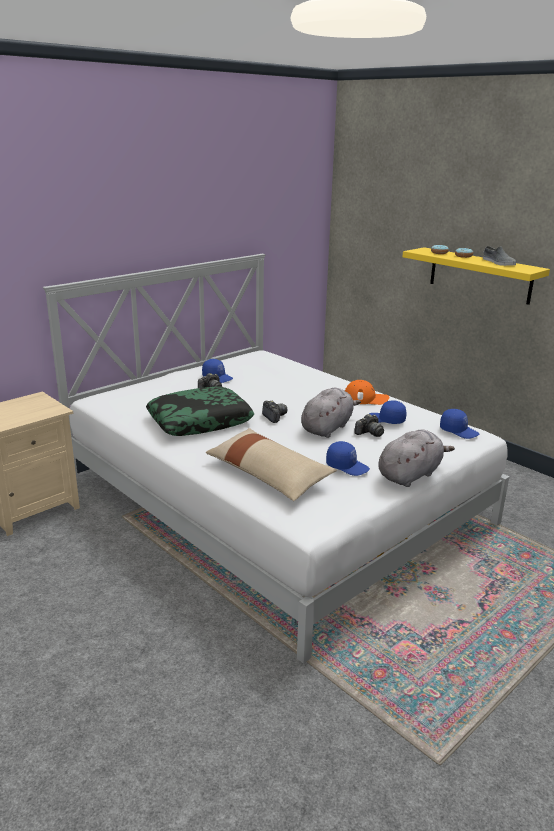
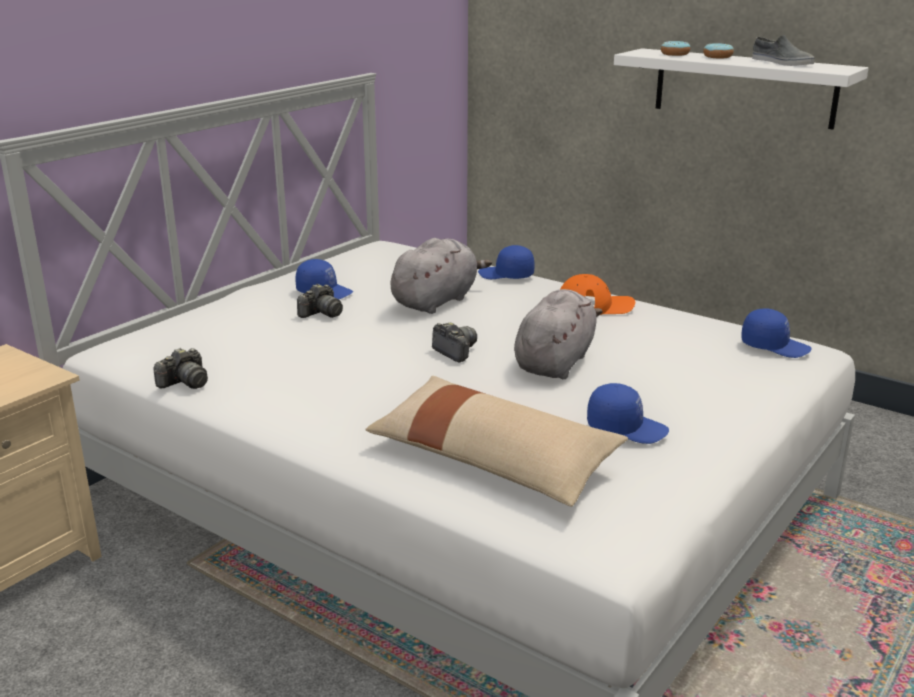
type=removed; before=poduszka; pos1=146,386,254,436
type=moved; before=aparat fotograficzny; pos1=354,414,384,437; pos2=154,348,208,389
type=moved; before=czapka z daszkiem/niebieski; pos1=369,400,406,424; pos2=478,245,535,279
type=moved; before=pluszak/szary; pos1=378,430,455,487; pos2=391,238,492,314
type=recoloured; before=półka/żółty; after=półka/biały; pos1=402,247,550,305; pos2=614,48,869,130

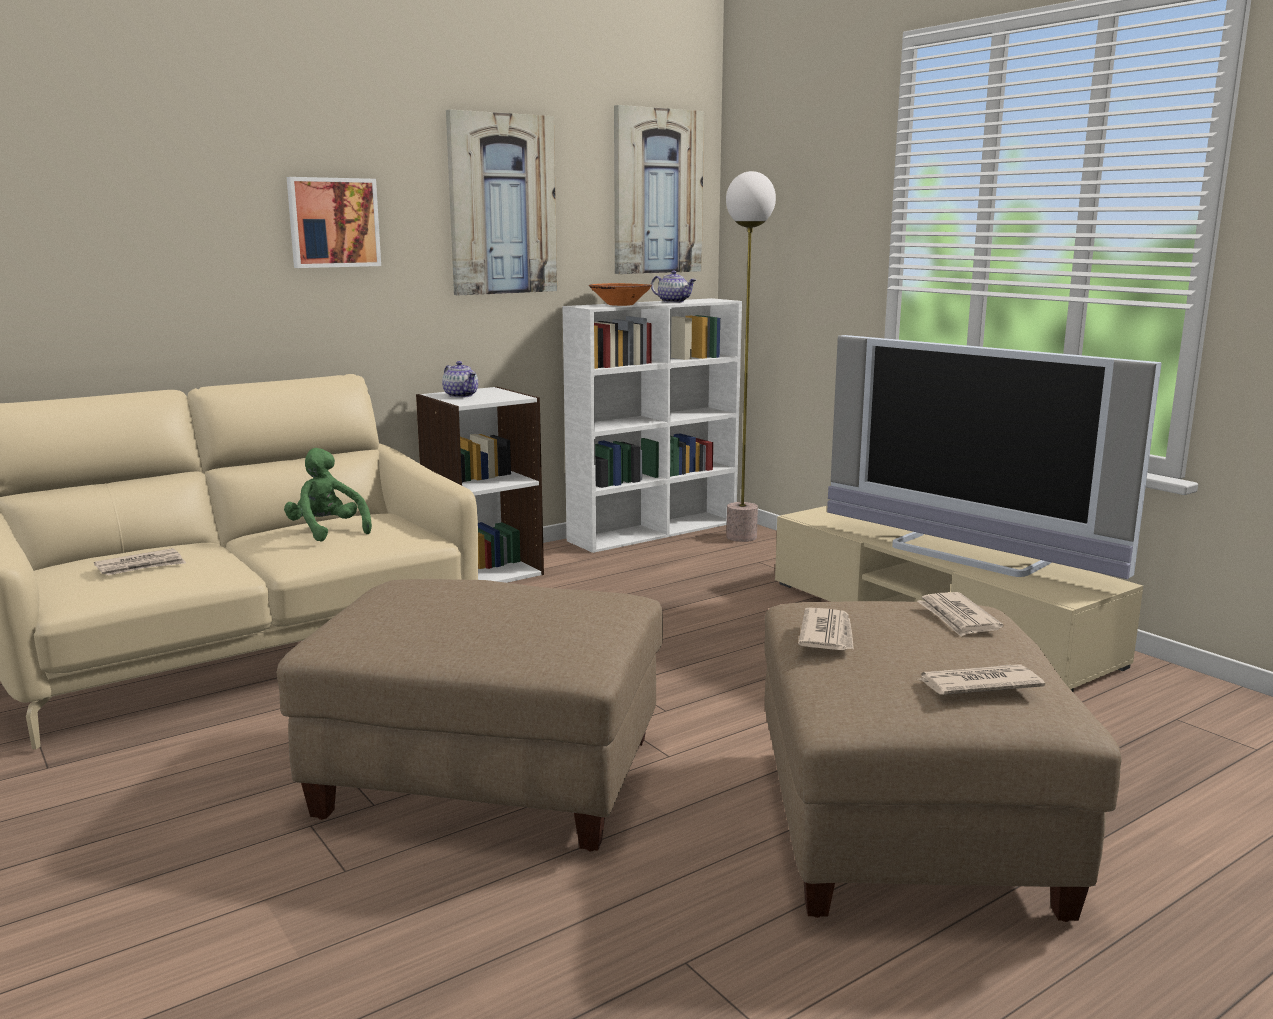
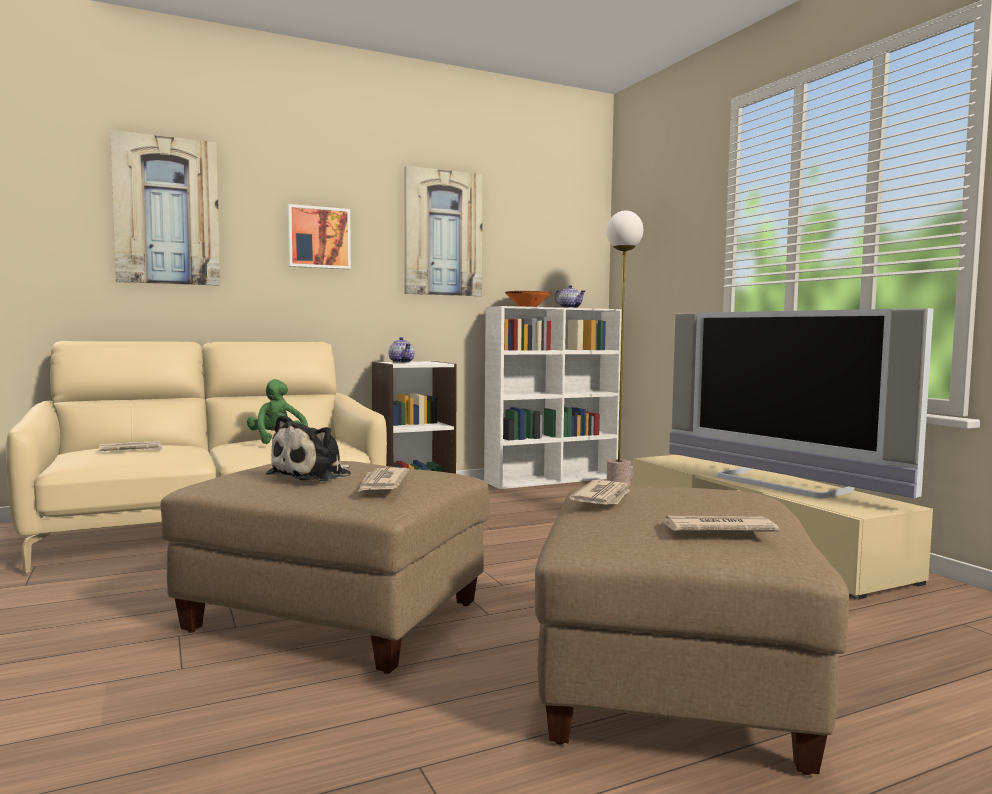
type=added; after=pluszak; pos2=266,415,351,481
type=moved; before=obraz; pos1=614,105,704,274; pos2=110,130,220,286
type=moved; before=gazeta; pos1=917,592,1003,637; pos2=358,467,409,492

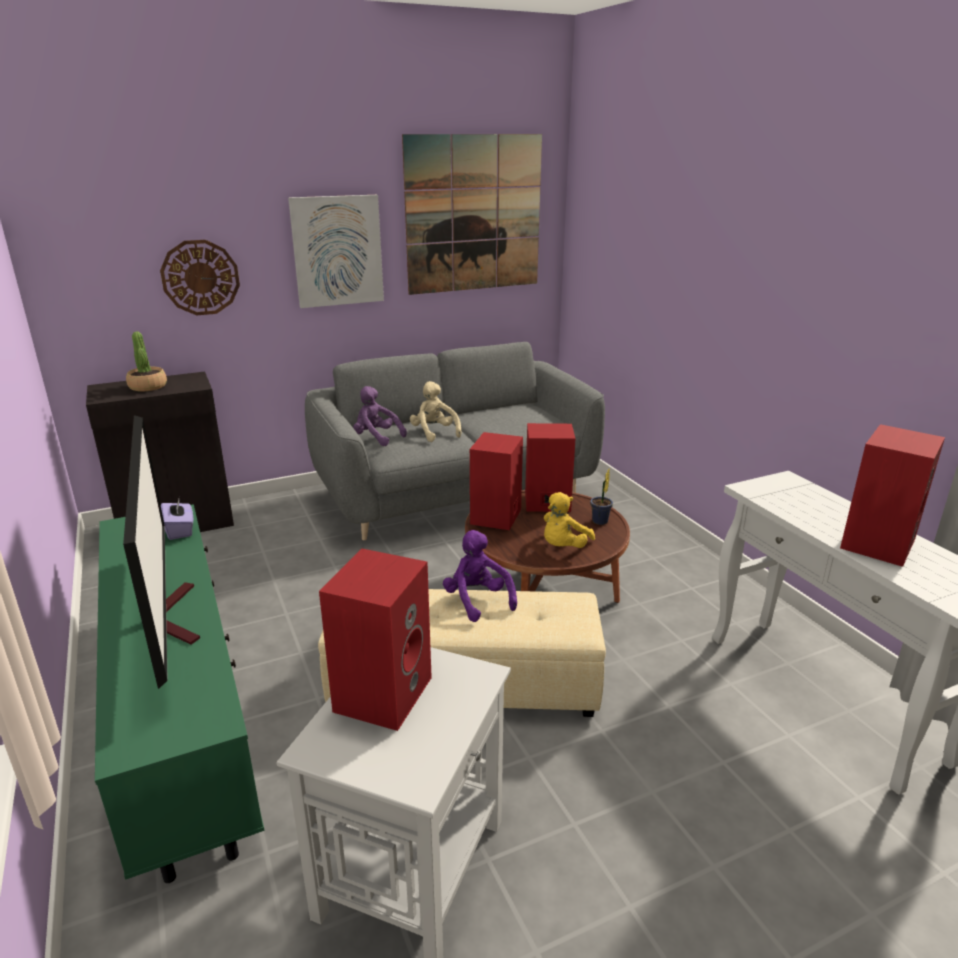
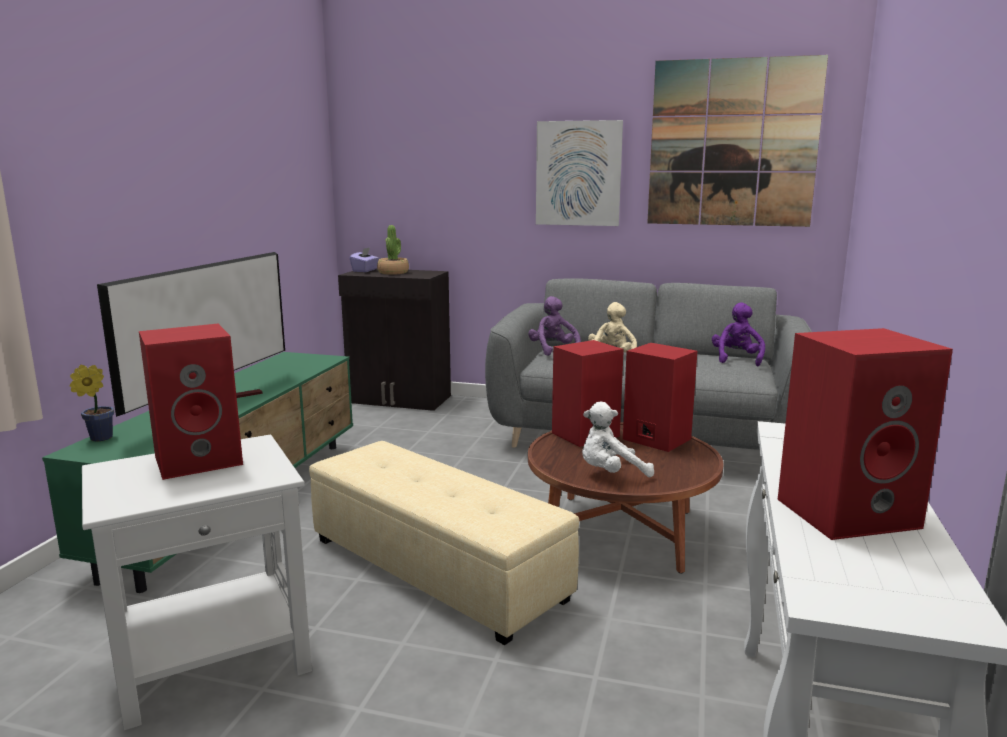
type=removed; before=zegar ścienny; pos1=160,240,240,315
type=moved; before=pudełko chusteczek/fioletowy; pos1=161,499,193,540; pos2=350,247,379,272
type=moved; before=pluszak/fioletowy; pos1=443,530,517,622; pos2=712,302,765,366
type=moved; before=roślina doniczkowa; pos1=590,468,613,525; pos2=70,365,114,441
type=recoloured; before=pluszak/żółty; after=pluszak/biały; pos1=544,492,595,548; pos2=582,401,654,477

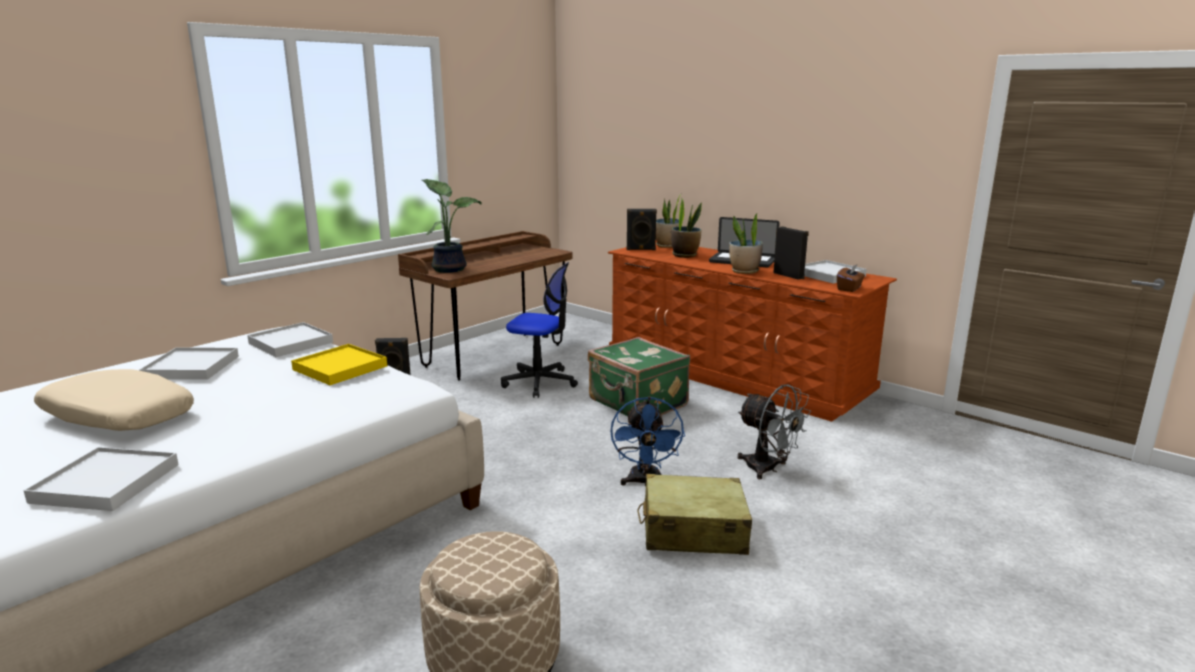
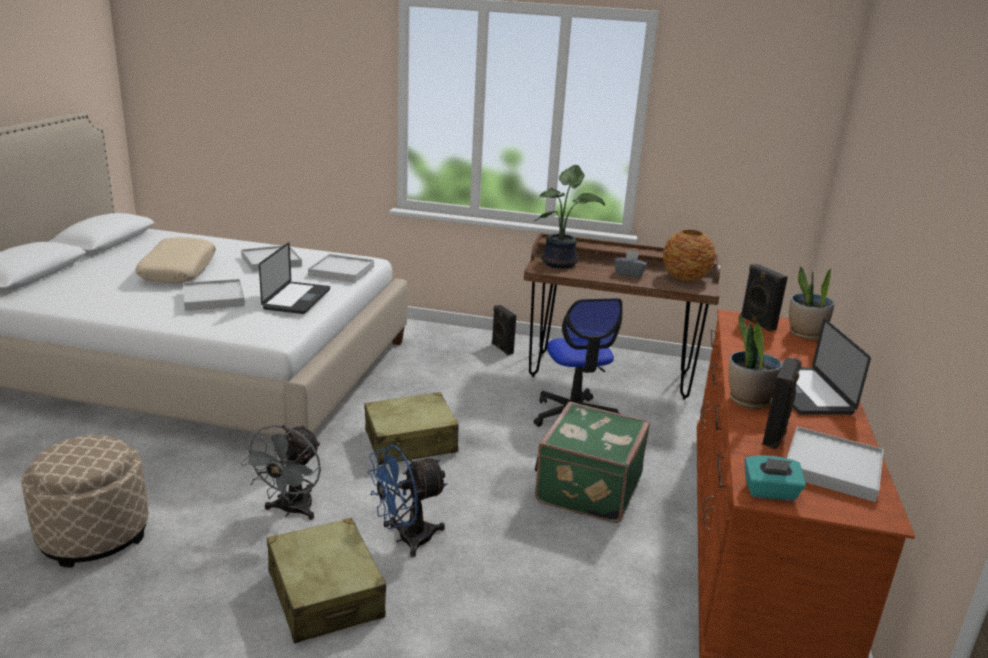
type=removed; before=roślina doniczkowa; pos1=671,199,702,258
type=added; after=walizka/beżowy; pos2=364,392,459,465
type=added; after=pudełko chusteczek/szary; pos2=614,250,647,278
type=added; after=wazon; pos2=663,229,716,281
type=moved; before=taca/biały; pos1=23,447,179,511; pos2=183,279,245,311
type=moved; before=wentylator/szary; pos1=738,385,811,479; pos2=241,425,321,520
type=replaced; before=taca/żółty; after=laptop; pos1=291,344,387,385; pos2=259,242,330,314
type=recoloured; before=pudełko chusteczek/brązowy; after=pudełko chusteczek/turkusowy; pos1=837,264,865,292; pos2=744,456,806,501

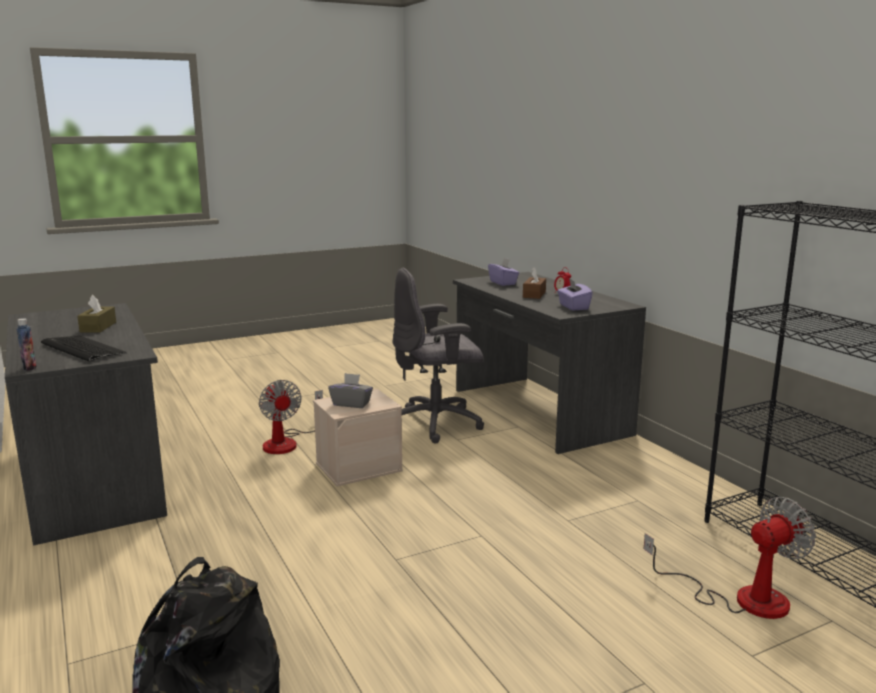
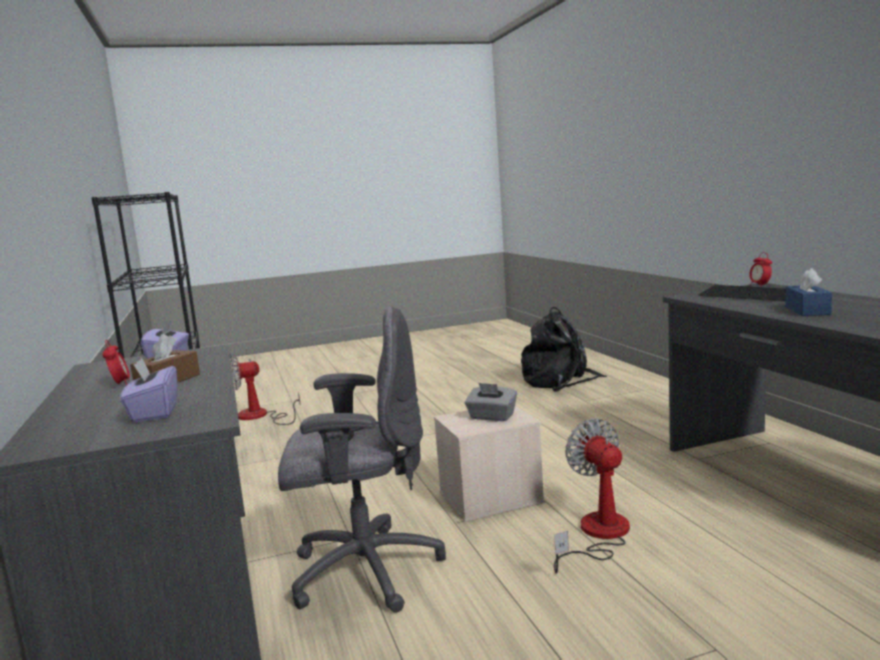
type=replaced; before=butelka; after=budzik; pos1=17,318,37,371; pos2=750,253,772,287
type=recoloured; before=pudełko chusteczek/brązowy; after=pudełko chusteczek/niebieski; pos1=77,295,116,332; pos2=785,268,832,316

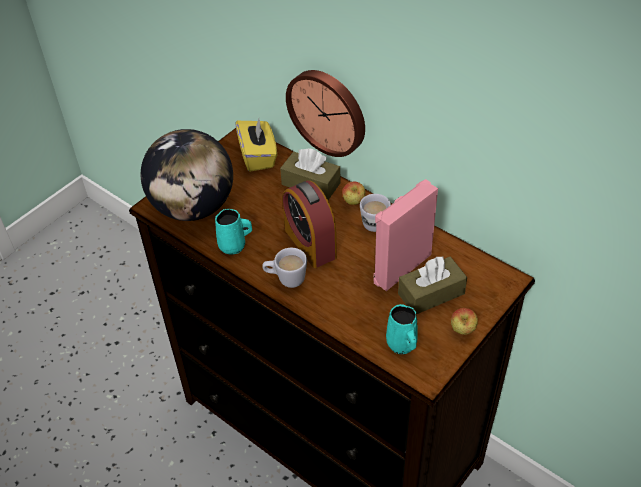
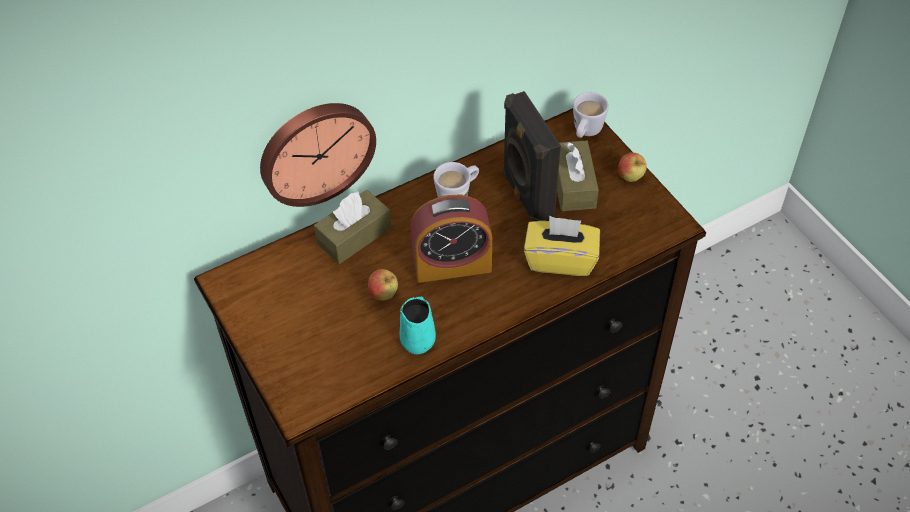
type=removed; before=globus; pos1=141,129,233,221
type=removed; before=kubek/turkusowy; pos1=386,304,418,354
type=moved; before=pudełko chusteczek/żółty; pos1=235,119,277,172; pos2=524,216,600,276
type=moved; before=kubek/biały; pos1=262,248,307,288; pos2=573,92,609,138
type=moved; before=jabłko; pos1=342,182,366,205; pos2=368,269,398,301
type=recoloured; before=głośnik/różowy; after=głośnik/czarny; pos1=374,179,438,291; pos2=502,91,561,221

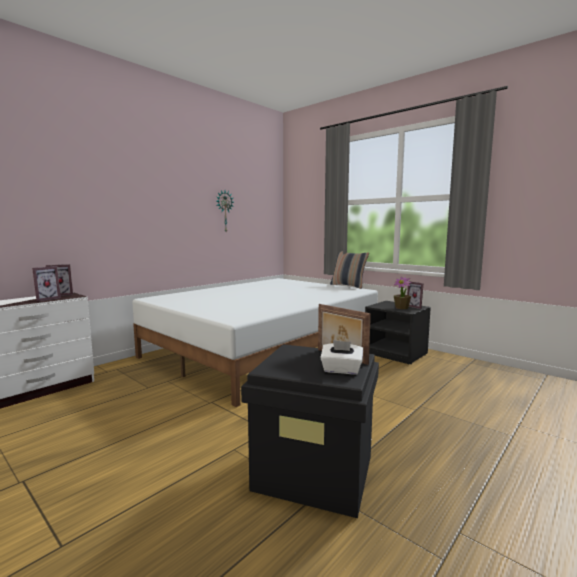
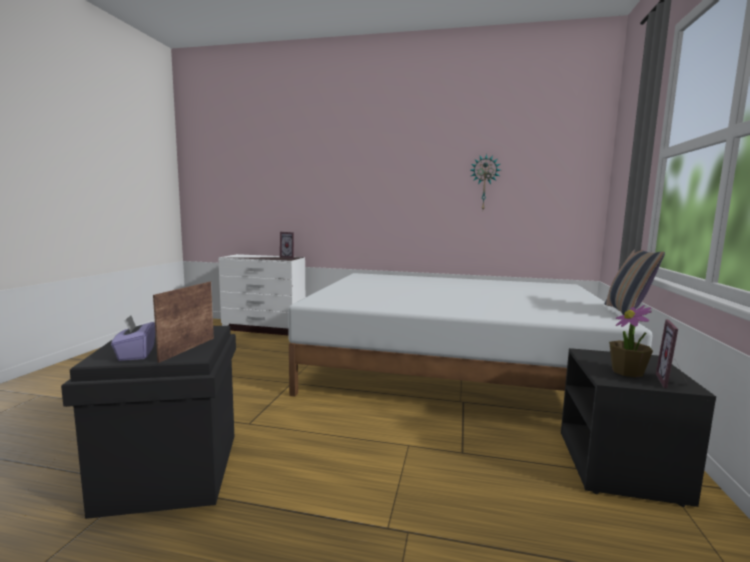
type=removed; before=ramka na zdjęcie; pos1=32,266,61,302
type=recoloured; before=pudełko chusteczek/biały; after=pudełko chusteczek/fioletowy; pos1=320,340,363,374; pos2=111,315,155,361

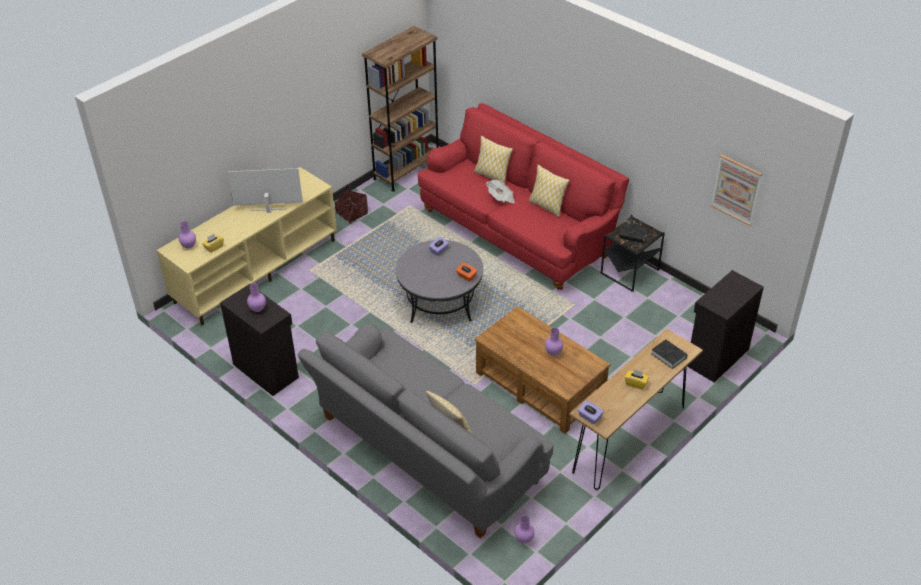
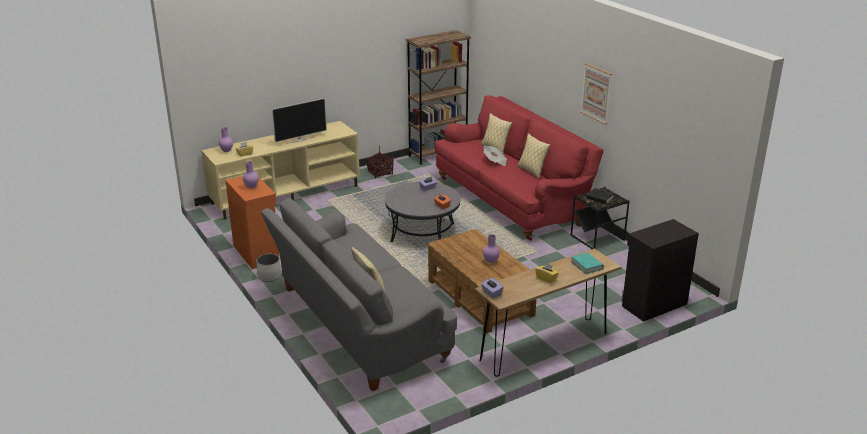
type=removed; before=wazon/fioletowy; pos1=514,515,535,544
type=added; after=donica/biały; pos2=256,254,281,282
type=moved; before=obraz; pos1=711,154,762,226; pos2=580,63,612,125
type=recoloured; before=szafka/czarny; after=szafka/pomarańczowy; pos1=220,284,299,396; pos2=226,176,279,269
type=recoloured; before=książka/czarny; after=książka/turkusowy; pos1=651,339,687,369; pos2=571,252,604,274
type=turned; before=telewizor; pos1=227,168,303,213; pos2=272,98,327,144; turn=135

